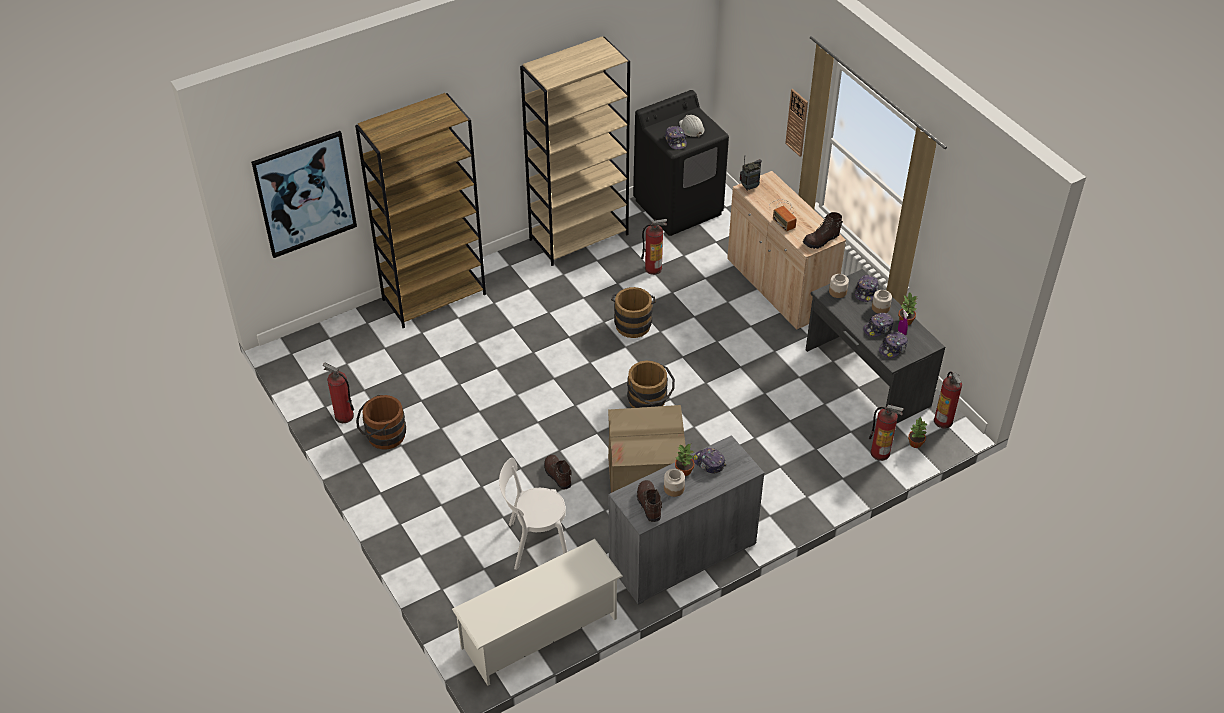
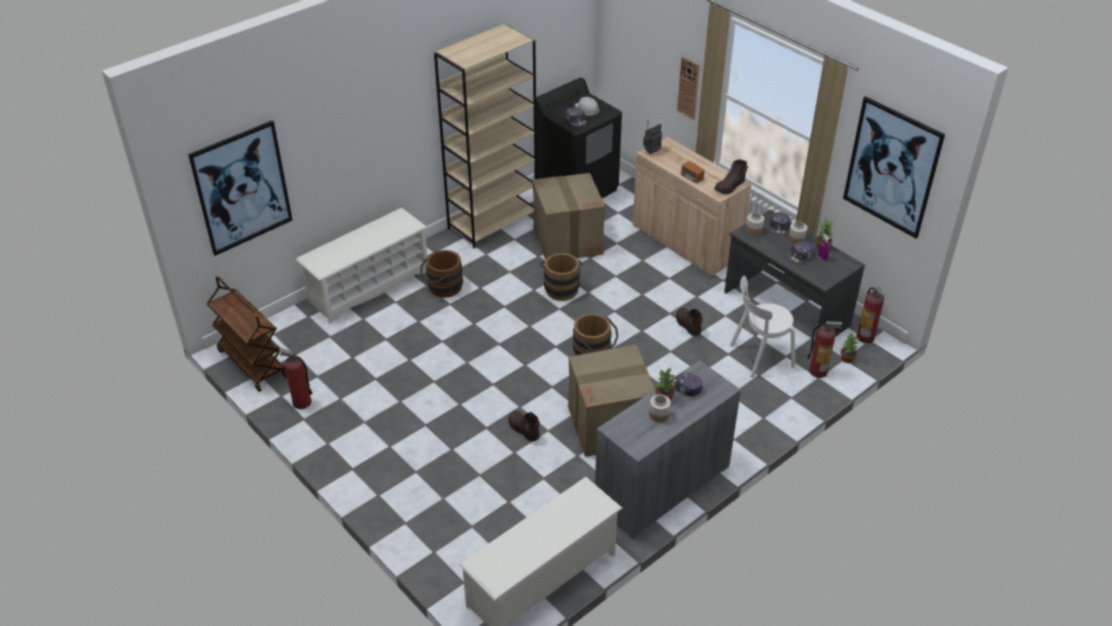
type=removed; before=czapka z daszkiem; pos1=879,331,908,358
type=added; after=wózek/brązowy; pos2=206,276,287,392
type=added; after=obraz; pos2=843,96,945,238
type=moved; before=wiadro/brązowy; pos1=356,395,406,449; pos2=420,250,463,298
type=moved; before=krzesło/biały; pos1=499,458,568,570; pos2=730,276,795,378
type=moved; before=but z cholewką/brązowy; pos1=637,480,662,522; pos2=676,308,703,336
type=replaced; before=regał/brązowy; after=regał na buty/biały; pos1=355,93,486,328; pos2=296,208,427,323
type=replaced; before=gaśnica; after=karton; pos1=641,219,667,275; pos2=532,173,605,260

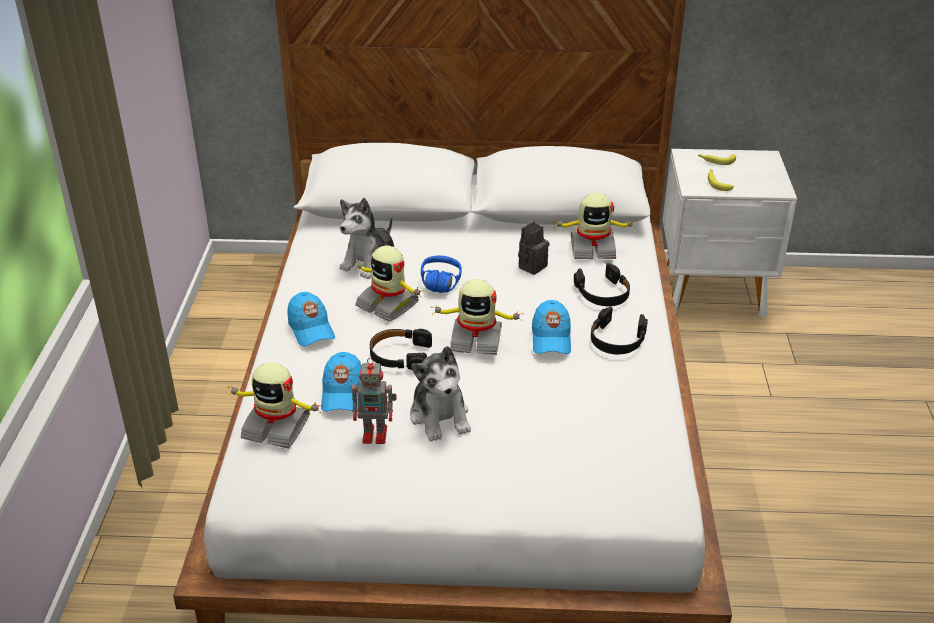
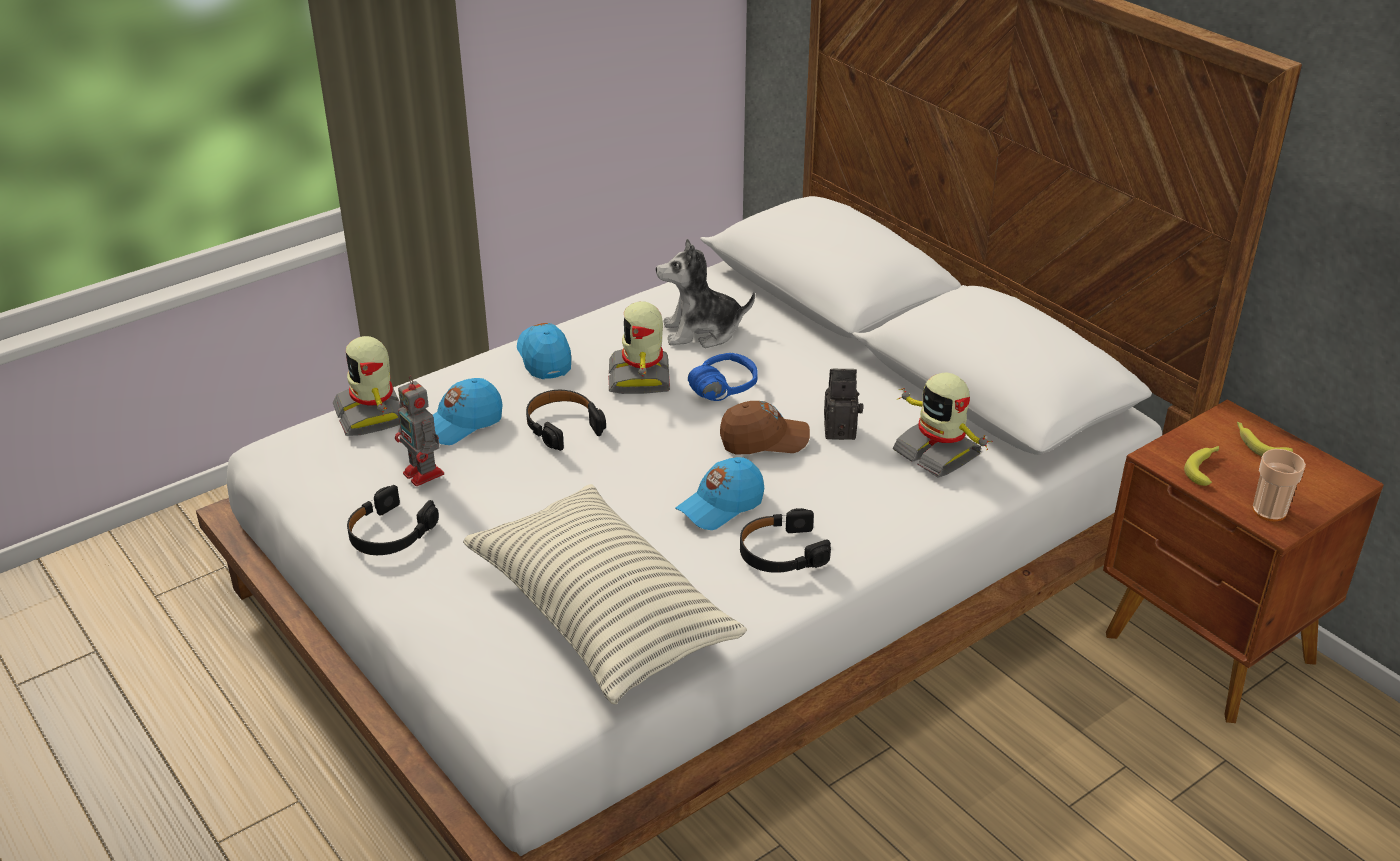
type=removed; before=pluszak; pos1=410,346,471,442
type=removed; before=robot zabawkowy; pos1=431,279,523,355
type=added; after=poduszka; pos2=463,484,747,704
type=added; after=czapka z daszkiem/brązowy; pos2=720,401,810,455
type=added; after=filiżanka; pos2=1252,449,1306,521
type=moved; before=słuchawki/czarny; pos1=574,263,630,306; pos2=347,485,439,555
type=recoloured; before=szafka nocna/biały; after=szafka nocna/brązowy; pos1=662,149,797,318; pos2=1103,399,1384,723
type=turned; before=czapka z daszkiem/niebieski; pos1=287,292,335,346; pos2=517,323,571,379; turn=135

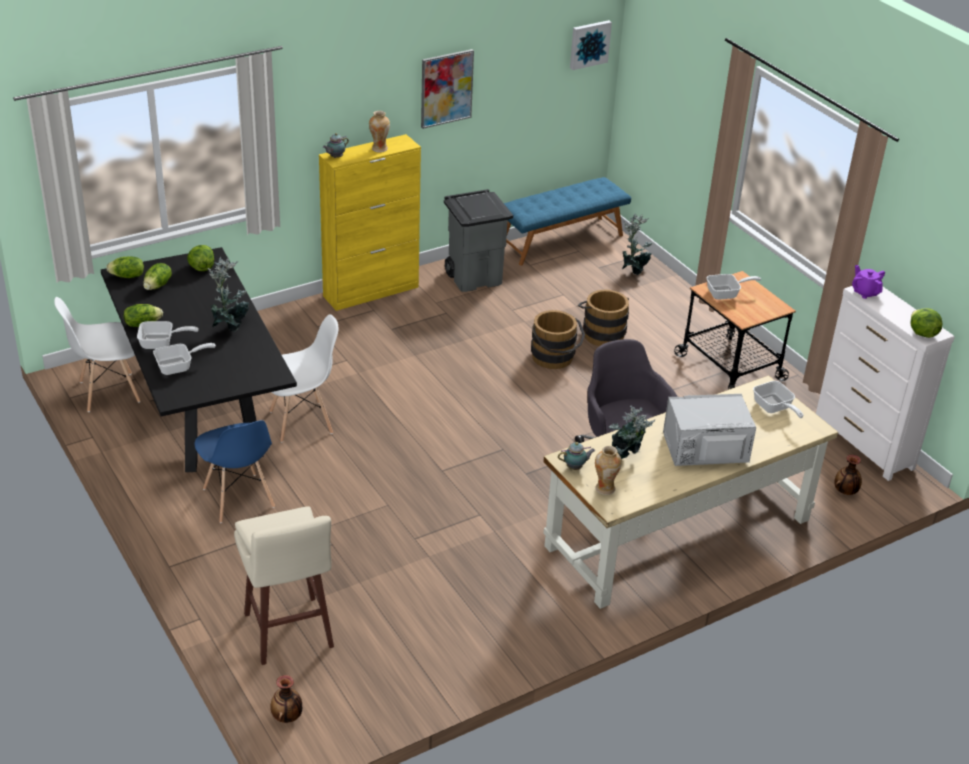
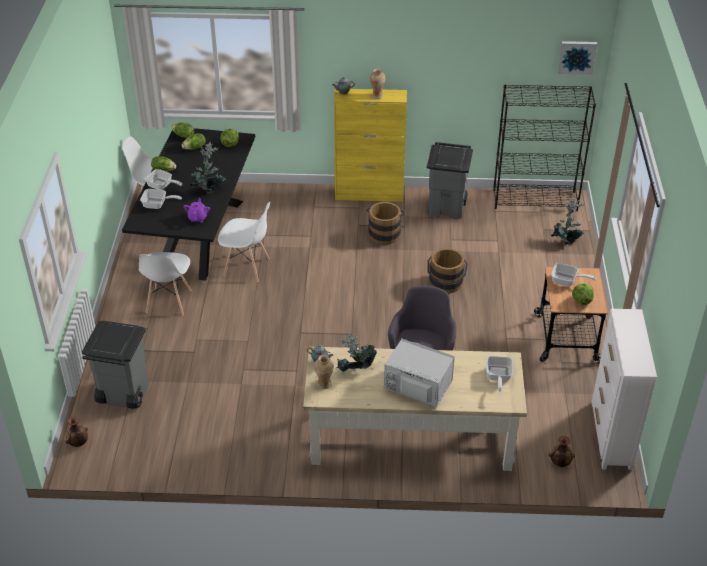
type=removed; before=obraz; pos1=421,49,474,129
type=moved; before=wiadro/brązowy; pos1=578,290,629,346; pos2=366,202,404,245
type=moved; before=imbryk/fioletowy; pos1=852,265,885,299; pos2=183,198,210,222
type=moved; before=sałata; pos1=911,308,942,338; pos2=572,283,594,305
type=replaced; before=stołek/beżowy; after=kosz na śmieci/szary; pos1=234,506,334,665; pos2=82,321,149,409
type=replaced; before=ławka/niebieski; after=regał/czarny; pos1=504,177,631,265; pos2=493,84,596,211
type=recoloured; before=krzesło/niebieski; after=krzesło/biały; pos1=195,420,275,523; pos2=139,252,192,315

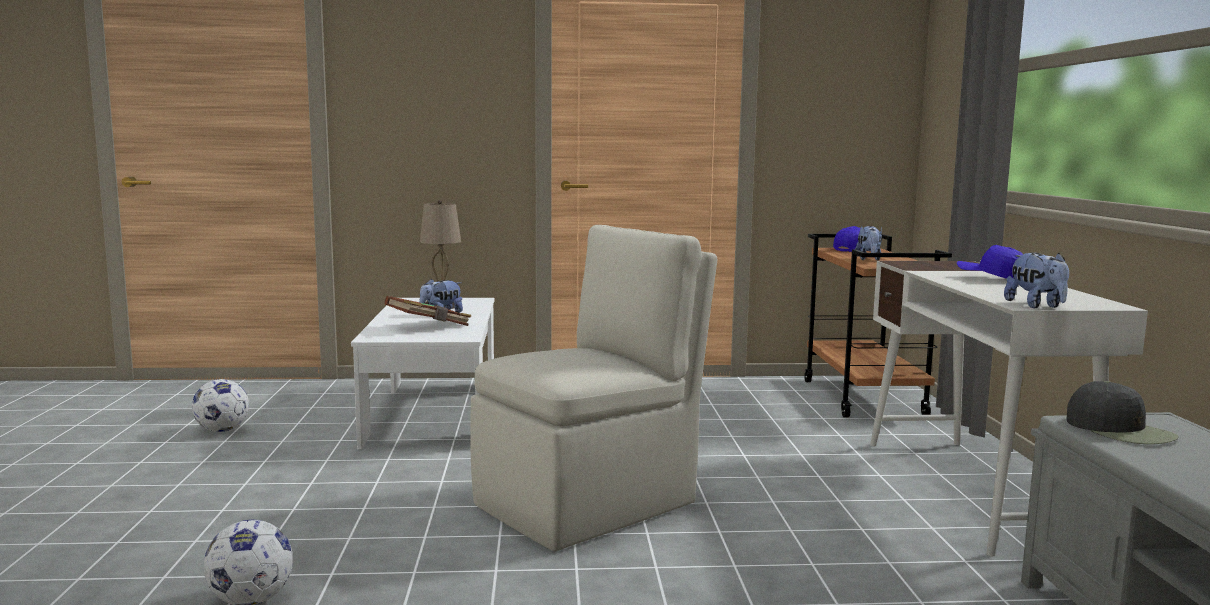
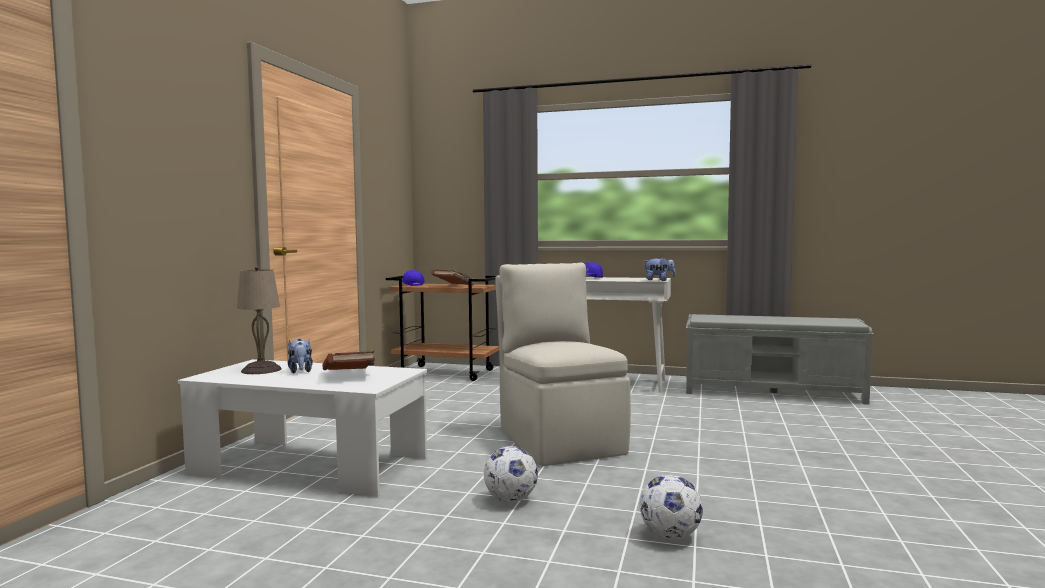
type=removed; before=czapka z daszkiem/czarny; pos1=1066,381,1179,444
type=moved; before=piłka futbolowa; pos1=192,379,249,432; pos2=484,446,538,502
type=replaced; before=pluszak; after=książka/brązowy; pos1=855,226,882,261; pos2=431,269,473,285

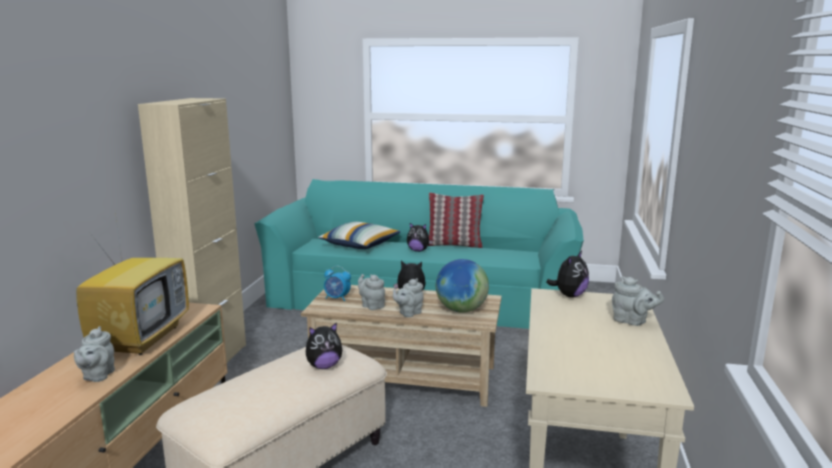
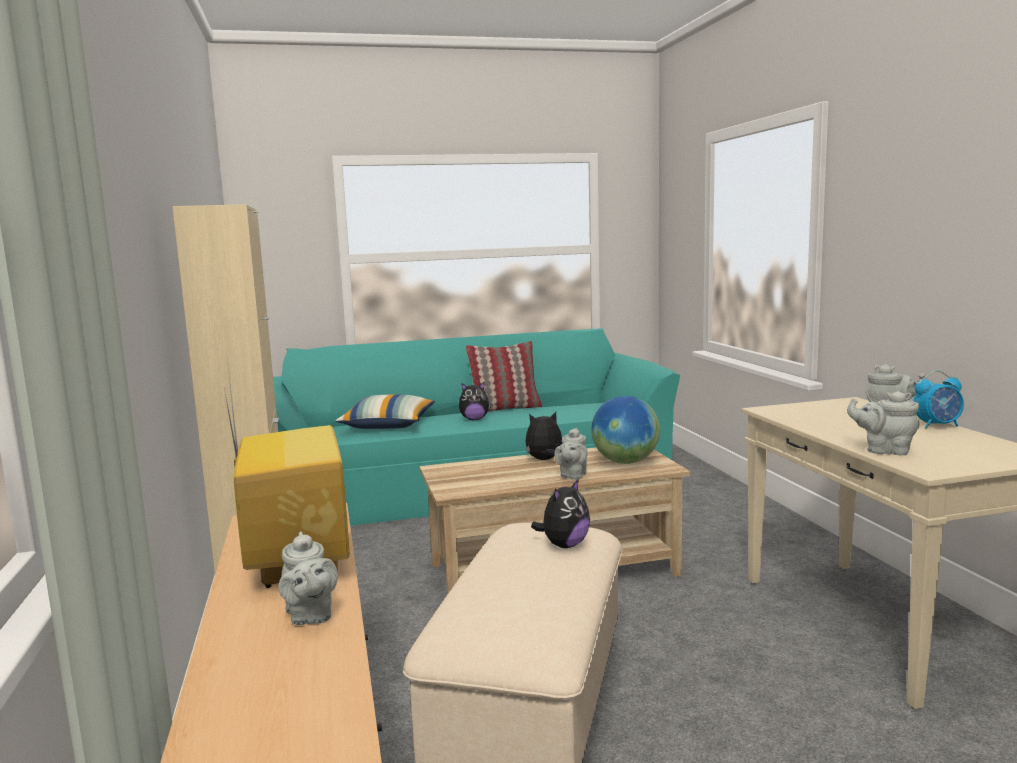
type=removed; before=pluszak; pos1=546,251,589,298
type=moved; before=budzik; pos1=324,266,351,301; pos2=913,370,964,429
type=moved; before=imbryk/szary; pos1=358,274,385,310; pos2=847,391,920,455

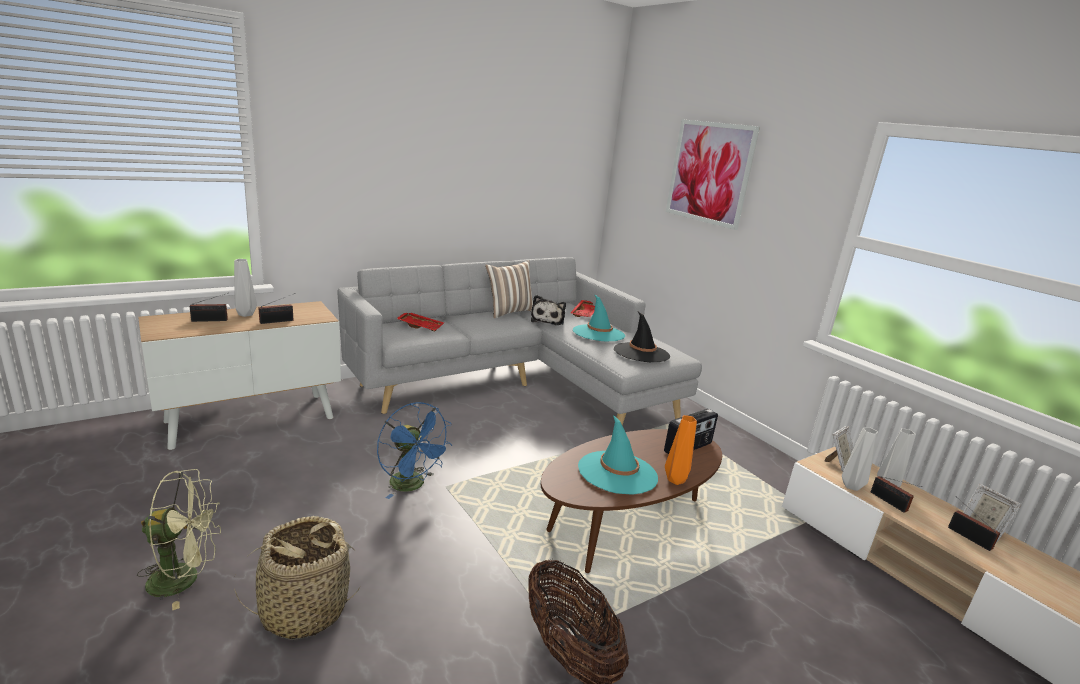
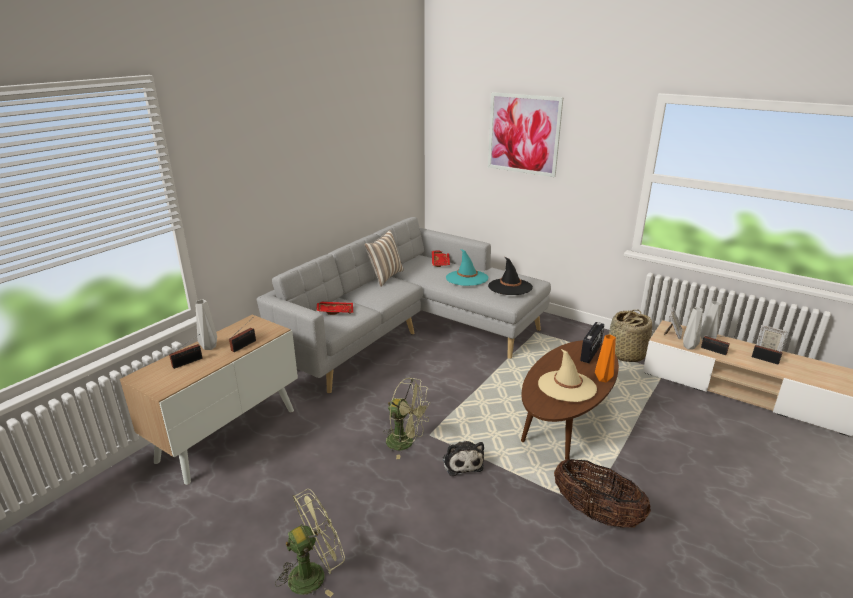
type=moved; before=koszyk; pos1=234,516,360,640; pos2=609,309,652,362
type=moved; before=pluszak; pos1=531,295,566,325; pos2=443,441,484,476
type=recoloured; before=wentylator/niebieski; after=wentylator/zielony; pos1=377,402,453,499; pos2=383,378,431,459
type=recoloured; before=kapelusz/turkusowy; after=kapelusz/beżowy; pos1=578,415,658,495; pos2=538,349,597,402

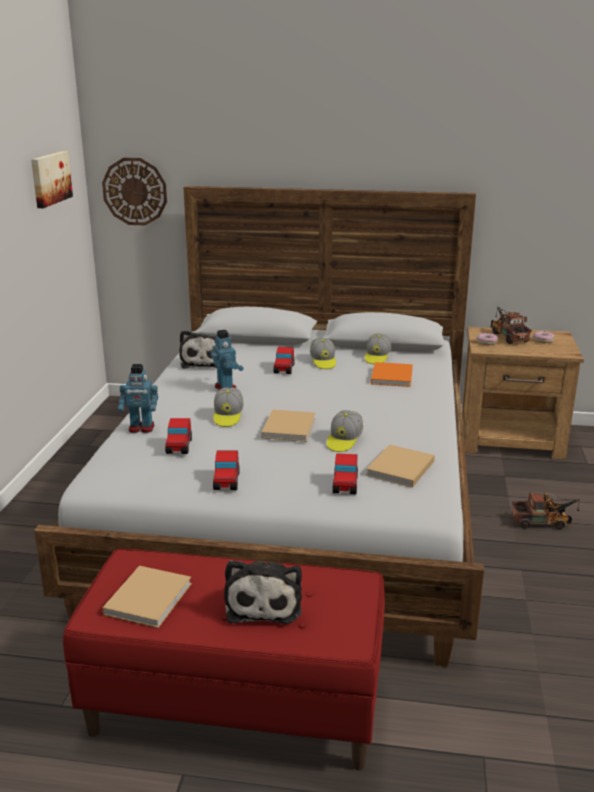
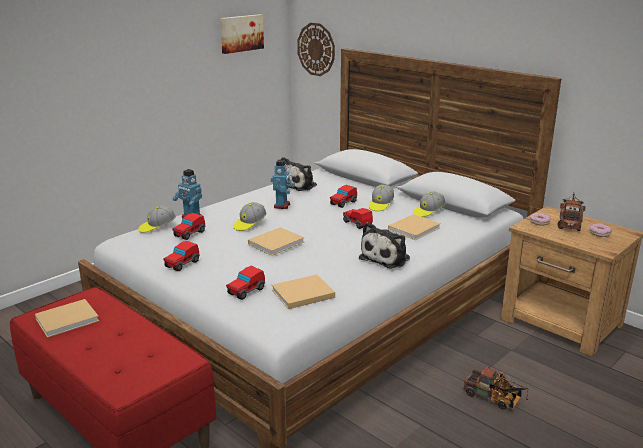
type=added; after=samochodzik; pos2=343,208,373,229
type=moved; before=pluszak; pos1=224,560,302,624; pos2=359,222,410,269
type=moved; before=czapka z daszkiem; pos1=326,410,363,452; pos2=138,205,176,233
type=recoloured; before=książka/pomarańczowy; after=książka/beżowy; pos1=371,362,413,387; pos2=388,214,441,240

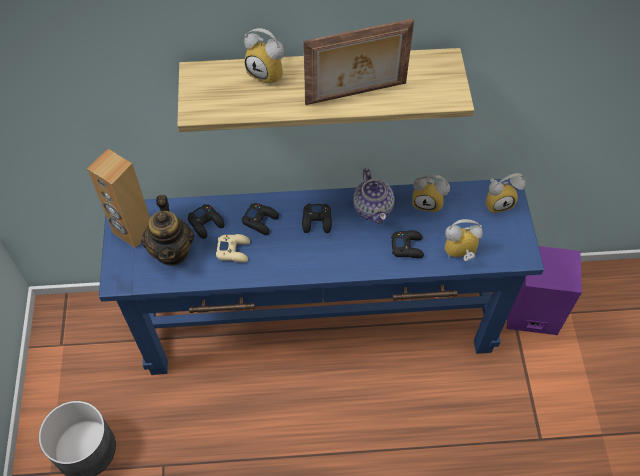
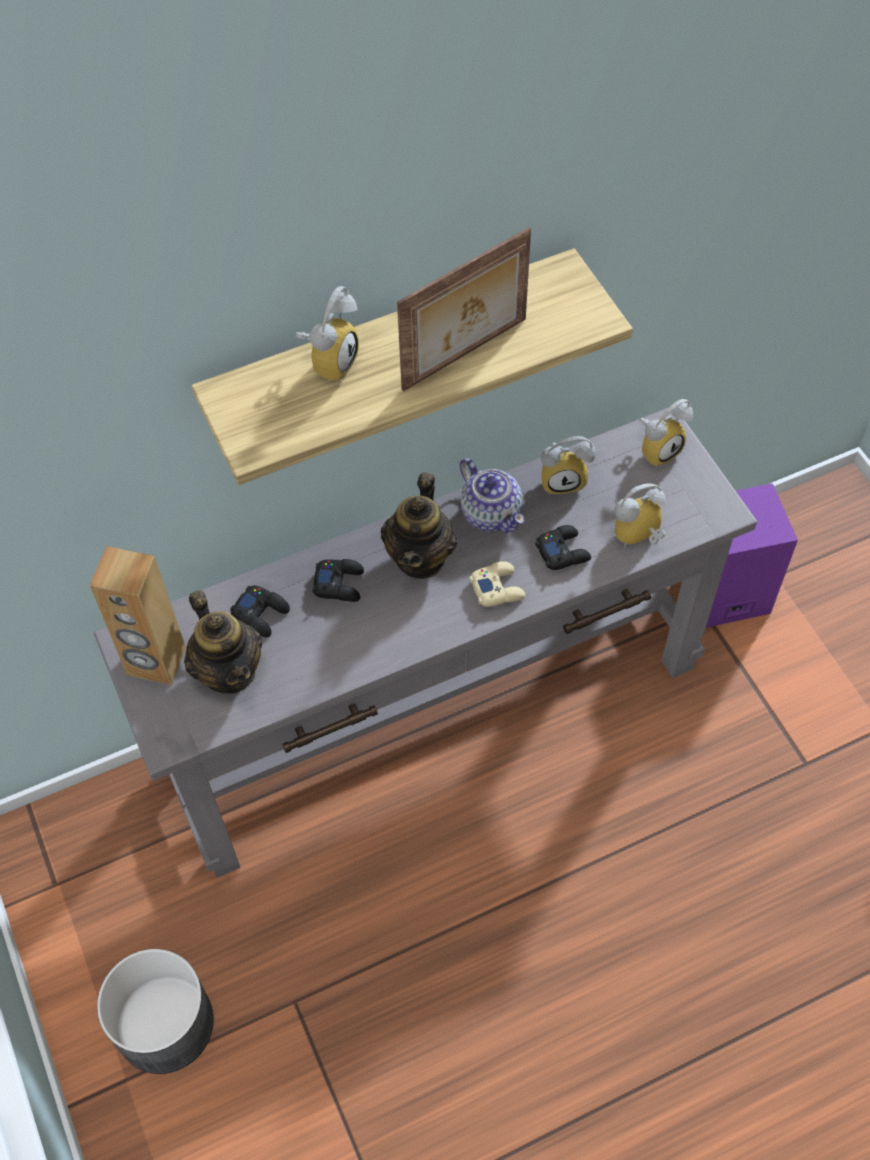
type=moved; before=pad do gier/beżowy; pos1=216,234,250,262; pos2=470,561,525,607
type=replaced; before=pad do gier/czarny; after=imbryk; pos1=302,204,332,233; pos2=381,472,457,579
type=recoloured; before=stolik konsolowy/niebieski; after=stolik konsolowy/szary; pos1=99,178,544,375; pos2=94,407,757,878
type=turned; before=budzik; pos1=244,28,284,85; pos2=295,286,359,382; turn=-75

